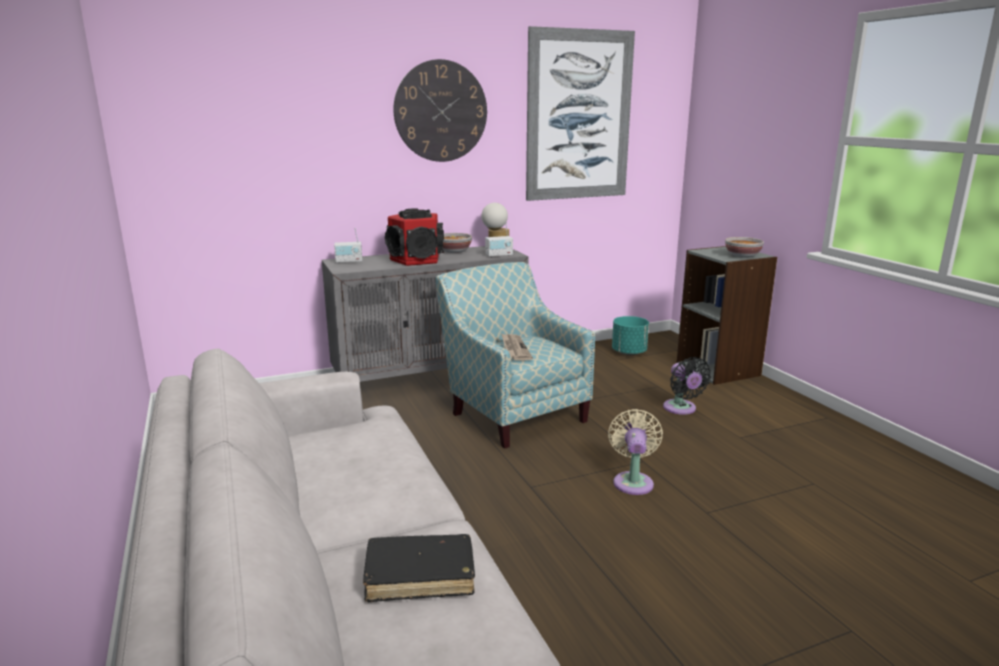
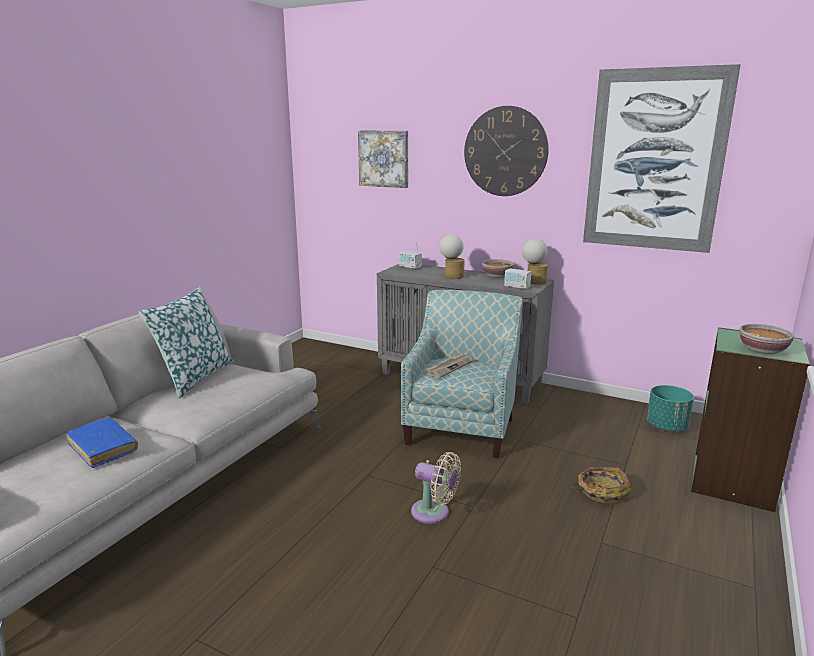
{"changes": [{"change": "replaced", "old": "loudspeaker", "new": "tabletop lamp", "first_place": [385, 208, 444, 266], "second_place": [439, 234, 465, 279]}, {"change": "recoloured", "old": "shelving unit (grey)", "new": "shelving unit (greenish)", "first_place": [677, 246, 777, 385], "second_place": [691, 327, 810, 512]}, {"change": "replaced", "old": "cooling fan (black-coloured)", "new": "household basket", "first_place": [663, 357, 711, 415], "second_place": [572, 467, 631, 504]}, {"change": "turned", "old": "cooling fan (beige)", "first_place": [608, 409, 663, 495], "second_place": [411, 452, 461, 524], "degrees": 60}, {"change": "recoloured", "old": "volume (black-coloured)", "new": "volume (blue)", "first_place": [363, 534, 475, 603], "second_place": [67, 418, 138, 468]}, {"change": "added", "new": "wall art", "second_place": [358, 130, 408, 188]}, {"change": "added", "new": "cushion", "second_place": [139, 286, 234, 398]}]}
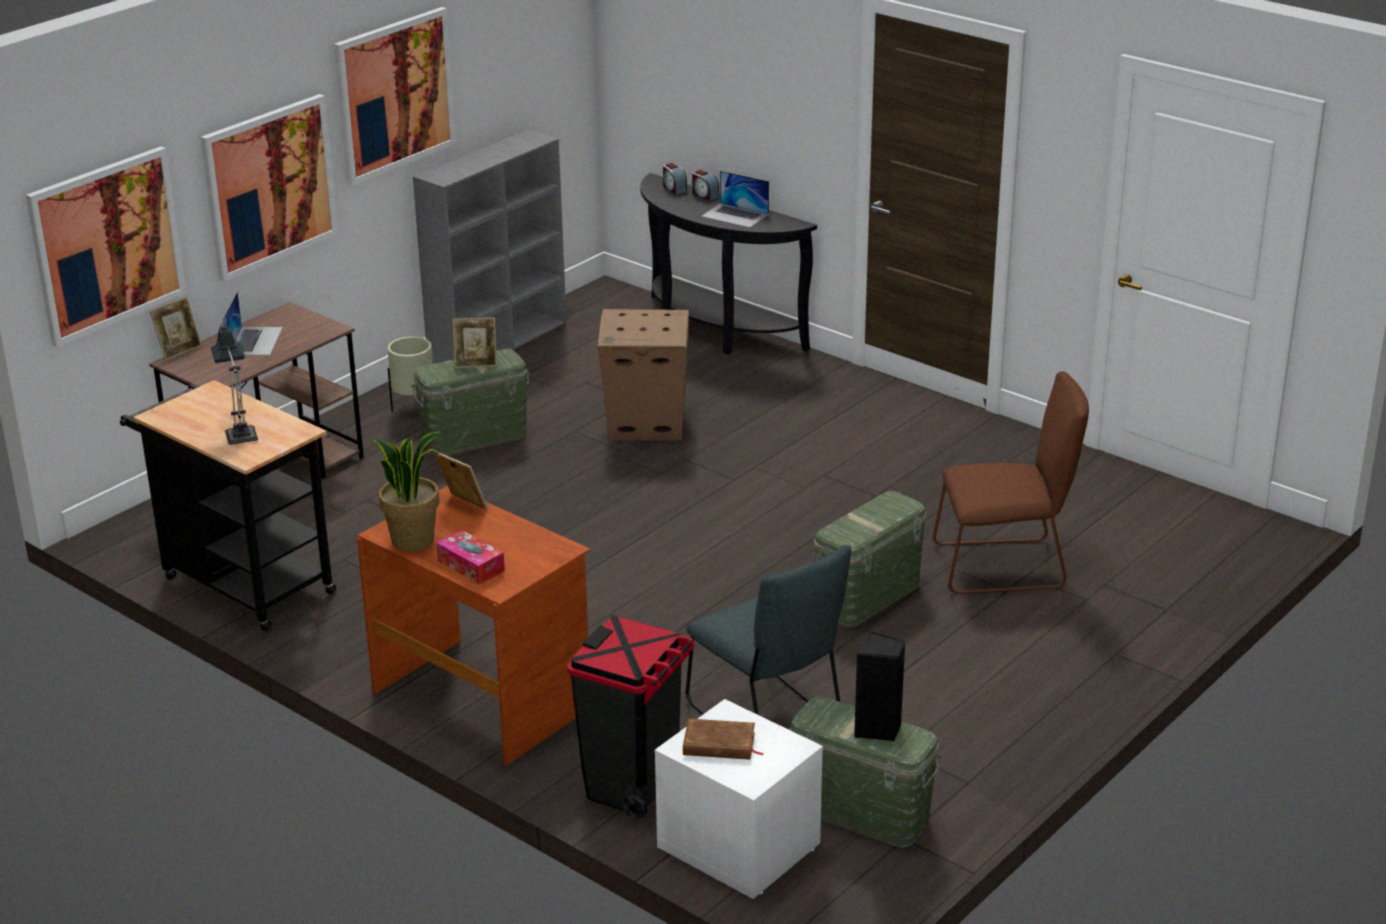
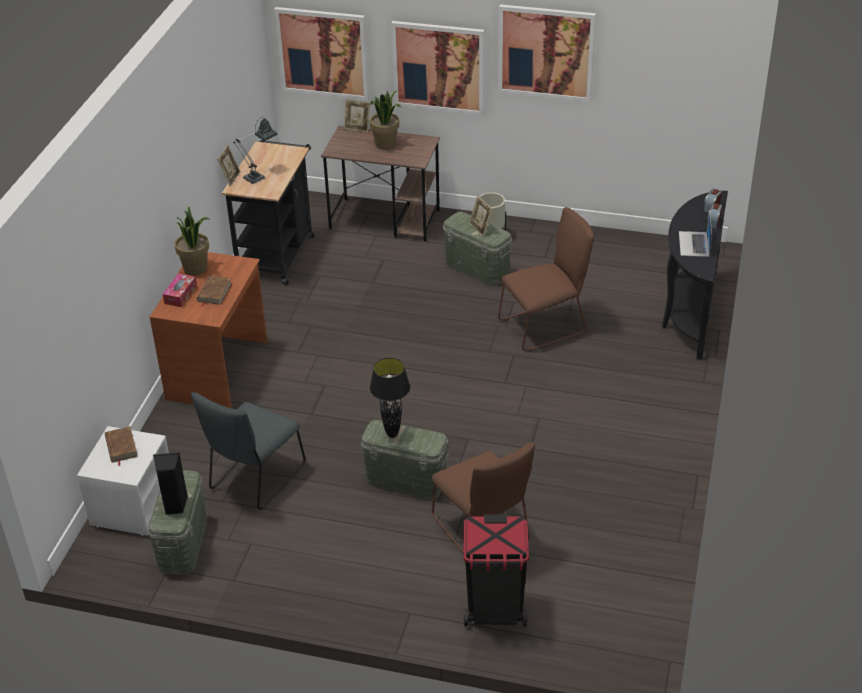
{"changes": [{"change": "removed", "old": "shelving unit (grey)", "first_place": [413, 129, 567, 364]}, {"change": "replaced", "old": "portable computer", "new": "plant in a pot", "first_place": [223, 292, 283, 356], "second_place": [369, 90, 401, 150]}, {"change": "replaced", "old": "packing box", "new": "upright chair (brown)", "first_place": [597, 309, 689, 441], "second_place": [498, 207, 594, 351]}, {"change": "moved", "old": "photo frame", "first_place": [434, 453, 488, 510], "second_place": [217, 145, 240, 187]}, {"change": "moved", "old": "rubbish bin (black-coloured)", "first_place": [567, 616, 695, 819], "second_place": [464, 515, 529, 627]}, {"change": "added", "new": "volume (brown)", "second_place": [197, 276, 232, 307]}, {"change": "added", "new": "tabletop lamp (black-coloured)", "second_place": [370, 358, 410, 438]}]}
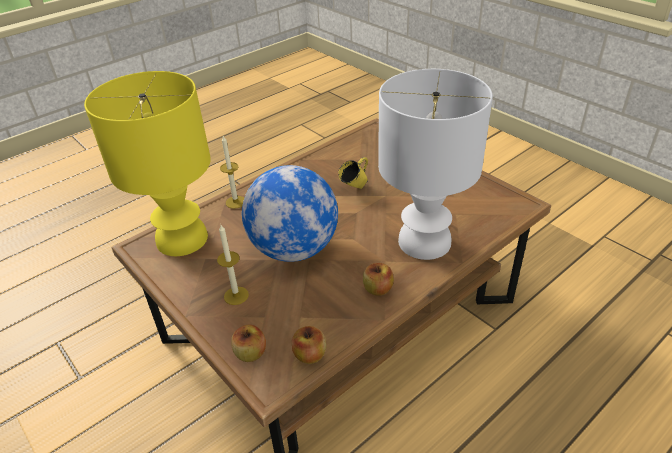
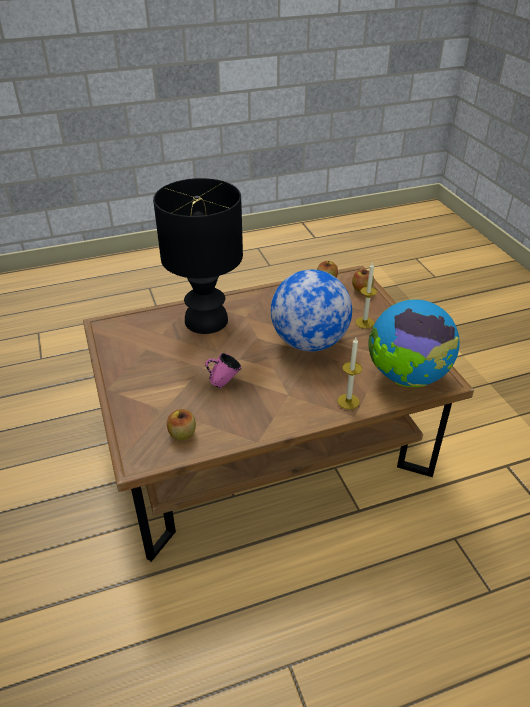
{"changes": [{"change": "recoloured", "old": "tabletop lamp (white)", "new": "tabletop lamp (black-coloured)", "first_place": [378, 69, 493, 260], "second_place": [153, 178, 243, 334]}, {"change": "replaced", "old": "tabletop lamp (yellow-coloured)", "new": "globe", "first_place": [84, 71, 211, 256], "second_place": [369, 299, 460, 387]}, {"change": "recoloured", "old": "coffee mug (yellow-coloured)", "new": "coffee mug (pink)", "first_place": [338, 157, 368, 189], "second_place": [205, 353, 241, 388]}, {"change": "moved", "old": "apple fruit", "first_place": [363, 263, 394, 296], "second_place": [167, 409, 196, 440]}]}
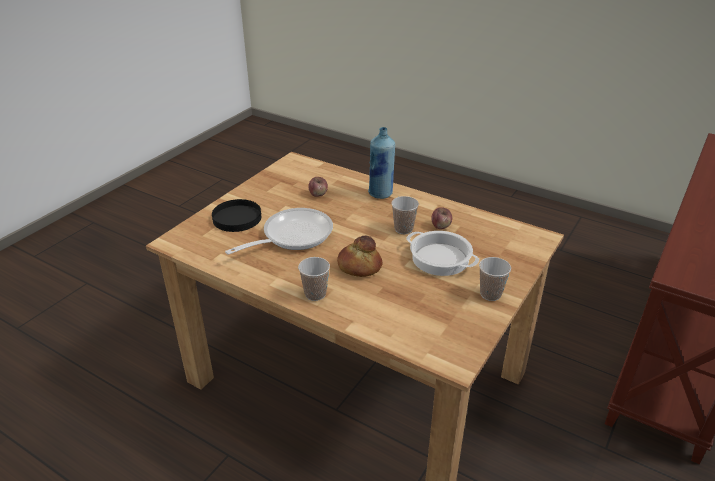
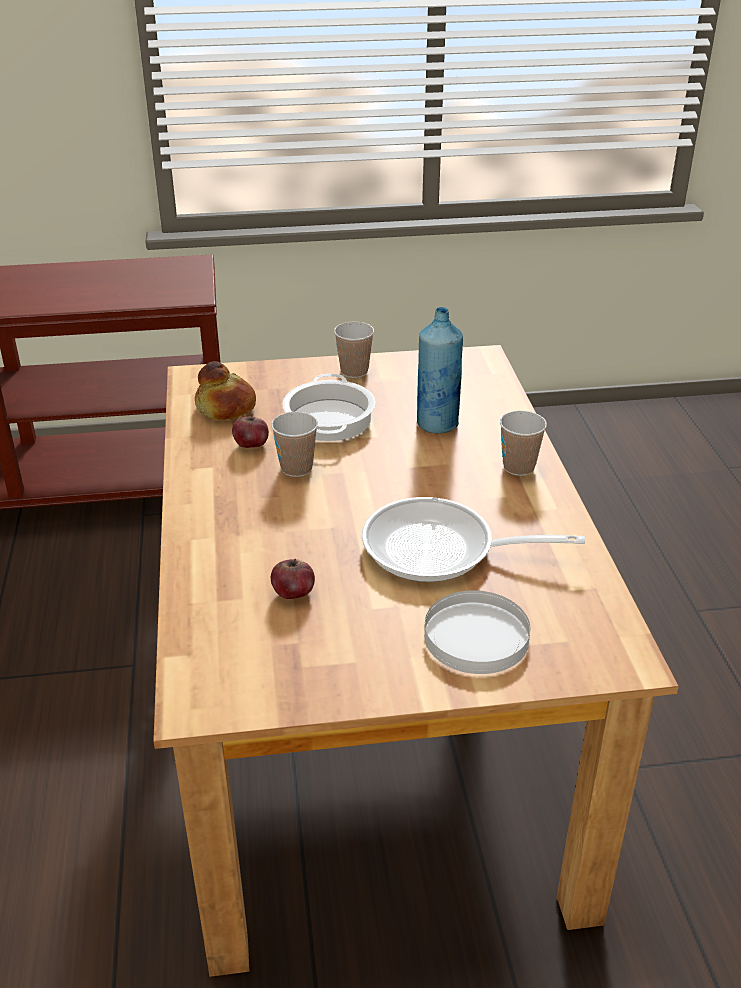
{"changes": [{"change": "moved", "old": "bottle (blue)", "first_place": [368, 127, 395, 199], "second_place": [417, 307, 463, 434]}, {"change": "recoloured", "old": "dinner plate (black-coloured)", "new": "dinner plate (white)", "first_place": [212, 199, 261, 232], "second_place": [424, 590, 530, 674]}, {"change": "moved", "old": "baked bread", "first_place": [337, 236, 383, 277], "second_place": [195, 361, 256, 420]}]}
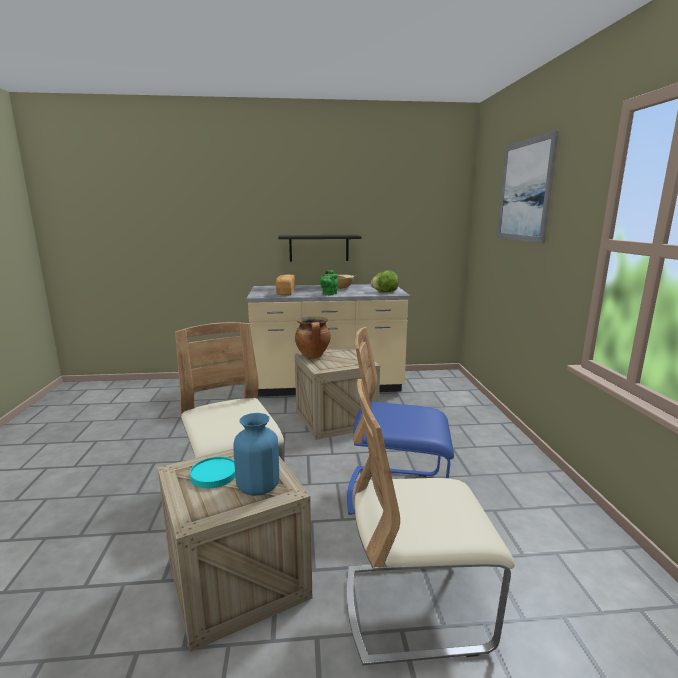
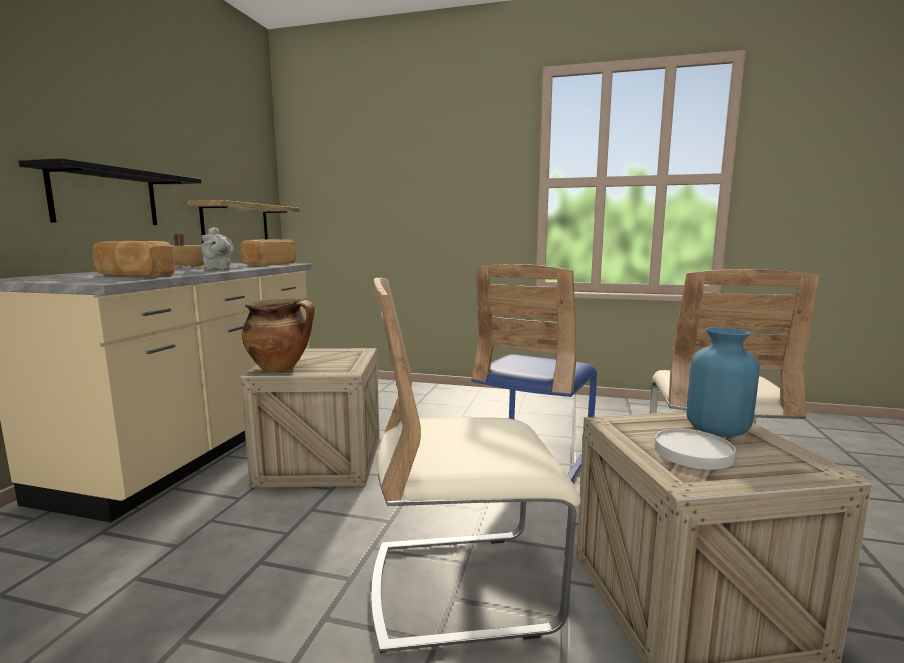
{"changes": [{"change": "removed", "old": "wall art", "first_place": [497, 130, 559, 243]}, {"change": "recoloured", "old": "tea pot (greenish)", "new": "tea pot (grey)", "first_place": [320, 270, 338, 295], "second_place": [201, 227, 234, 271]}, {"change": "replaced", "old": "lettuce", "new": "baked bread", "first_place": [371, 270, 398, 292], "second_place": [241, 239, 296, 266]}, {"change": "recoloured", "old": "dinner plate (turquoise-coloured)", "new": "dinner plate (white)", "first_place": [190, 457, 235, 488], "second_place": [655, 429, 736, 470]}, {"change": "added", "new": "wall shelf", "second_place": [187, 200, 300, 243]}]}
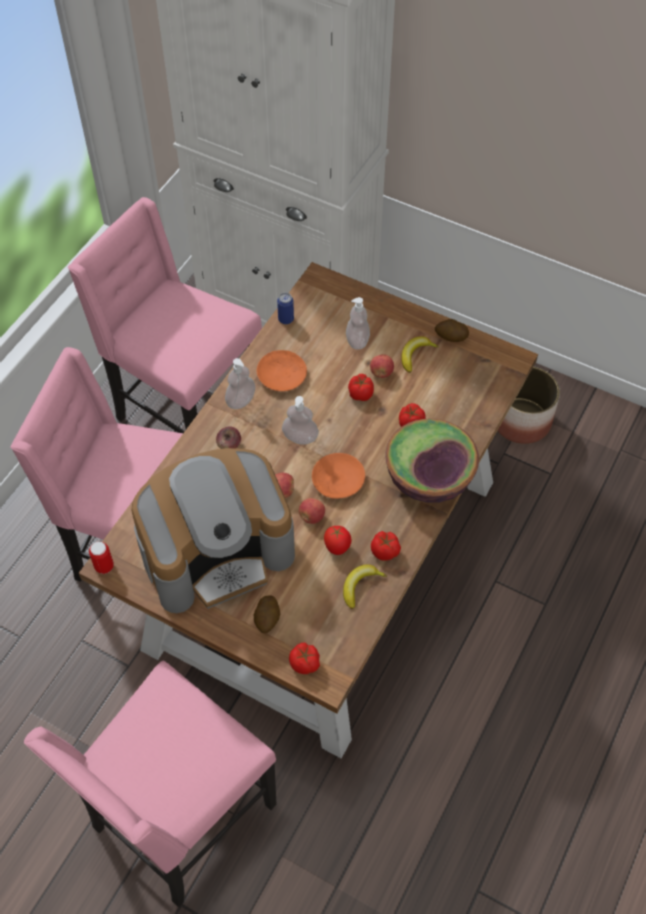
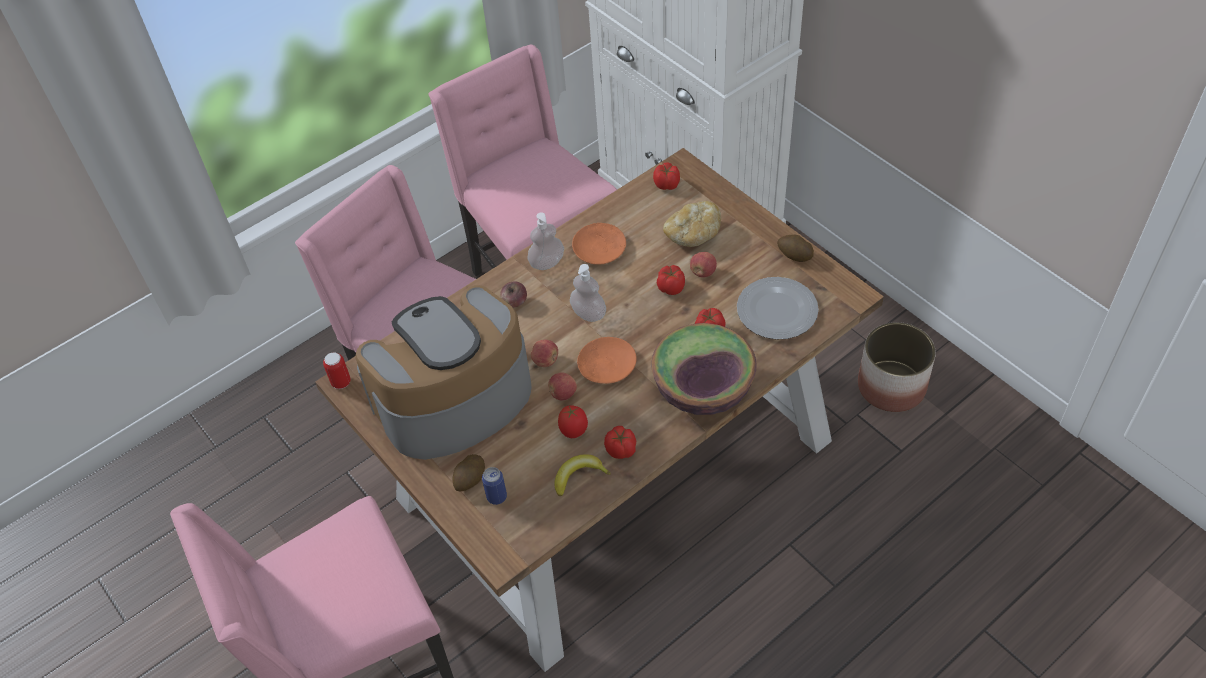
{"changes": [{"change": "moved", "old": "sealed can", "first_place": [277, 293, 294, 324], "second_place": [482, 467, 507, 505]}, {"change": "replaced", "old": "soap bottle", "new": "baked bread", "first_place": [346, 297, 370, 349], "second_place": [663, 201, 721, 247]}, {"change": "removed", "old": "banana fruit", "first_place": [401, 336, 439, 373]}, {"change": "turned", "old": "coffee maker", "first_place": [131, 448, 295, 613], "second_place": [355, 285, 532, 460], "degrees": 150}, {"change": "moved", "old": "whole tomato", "first_place": [289, 643, 320, 674], "second_place": [653, 162, 680, 190]}, {"change": "added", "new": "dinner plate", "second_place": [737, 277, 819, 339]}]}
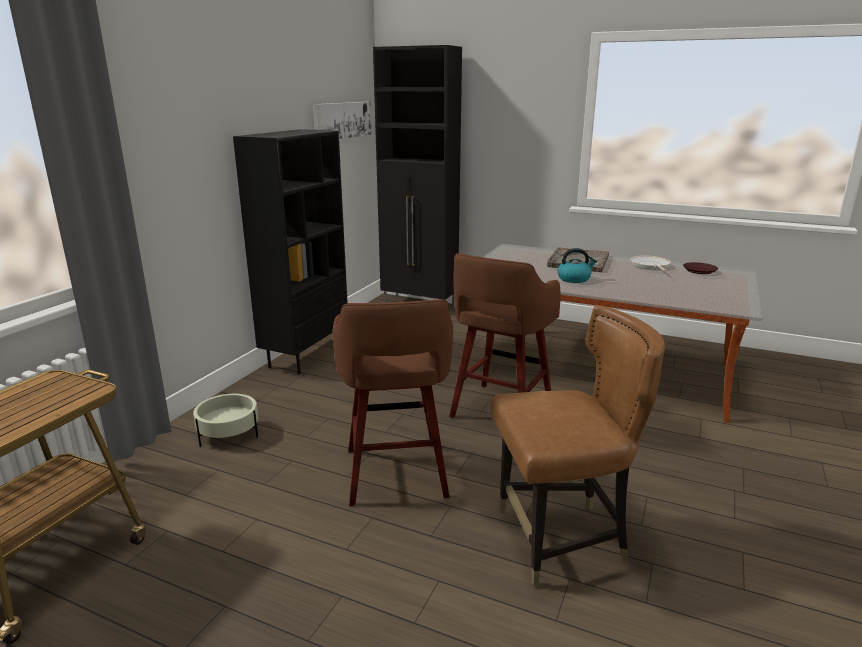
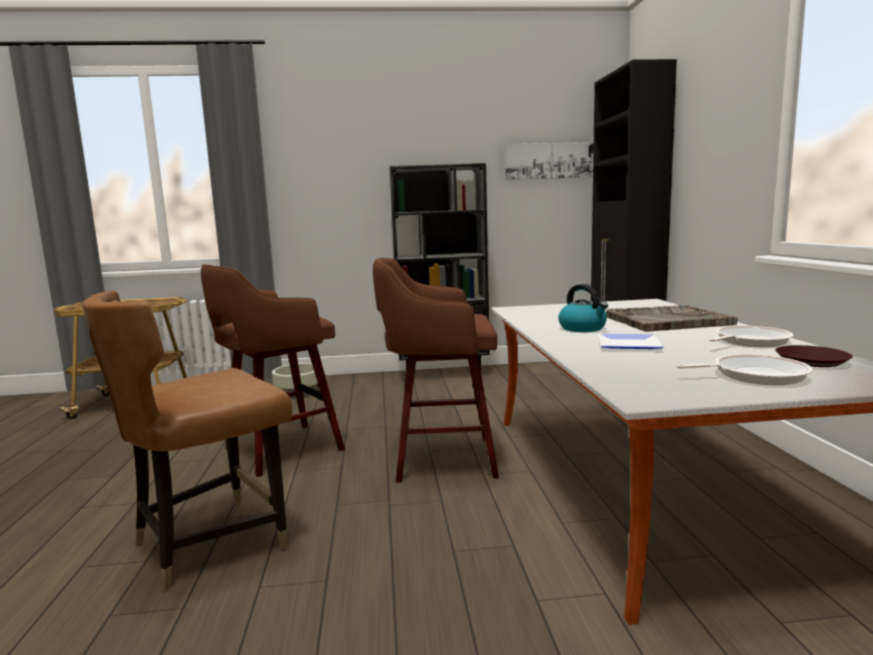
{"changes": [{"change": "turned", "old": "upright chair (brown)", "first_place": [491, 305, 665, 587], "second_place": [82, 290, 292, 591], "degrees": 90}, {"change": "added", "new": "dinner plate", "second_place": [598, 334, 664, 349]}, {"change": "added", "new": "pan", "second_place": [676, 354, 813, 385]}]}
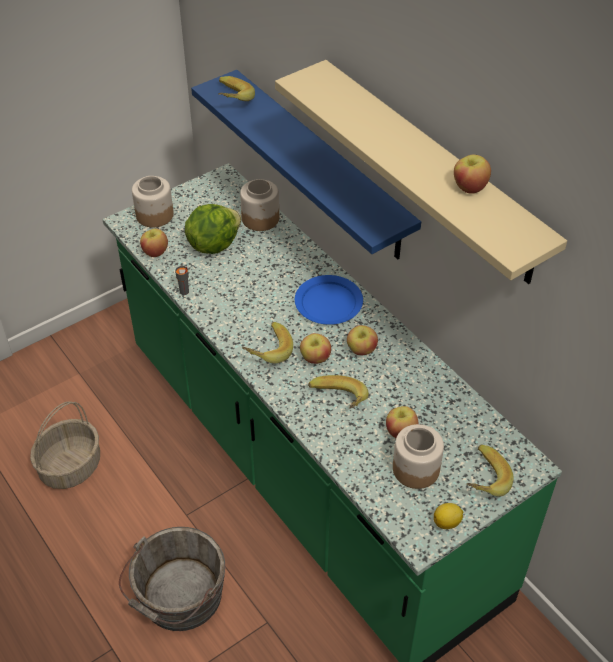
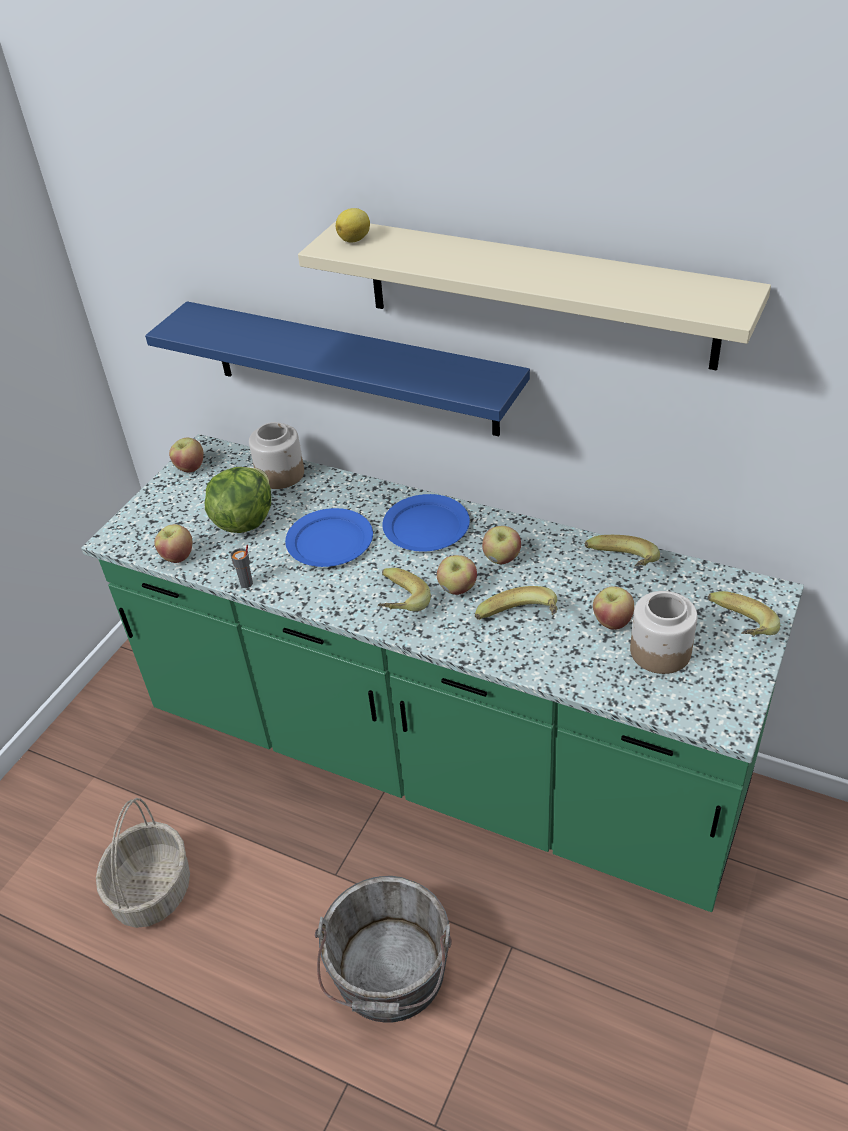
{"changes": [{"change": "moved", "old": "banana fruit", "first_place": [218, 76, 255, 101], "second_place": [585, 535, 660, 566]}, {"change": "moved", "old": "apple fruit", "first_place": [454, 155, 491, 194], "second_place": [169, 437, 204, 473]}, {"change": "removed", "old": "preserve jar", "first_place": [132, 176, 174, 228]}, {"change": "moved", "old": "whole lemon", "first_place": [434, 503, 463, 529], "second_place": [336, 208, 370, 243]}, {"change": "added", "new": "dinner plate (blue)", "second_place": [285, 508, 373, 567]}]}
